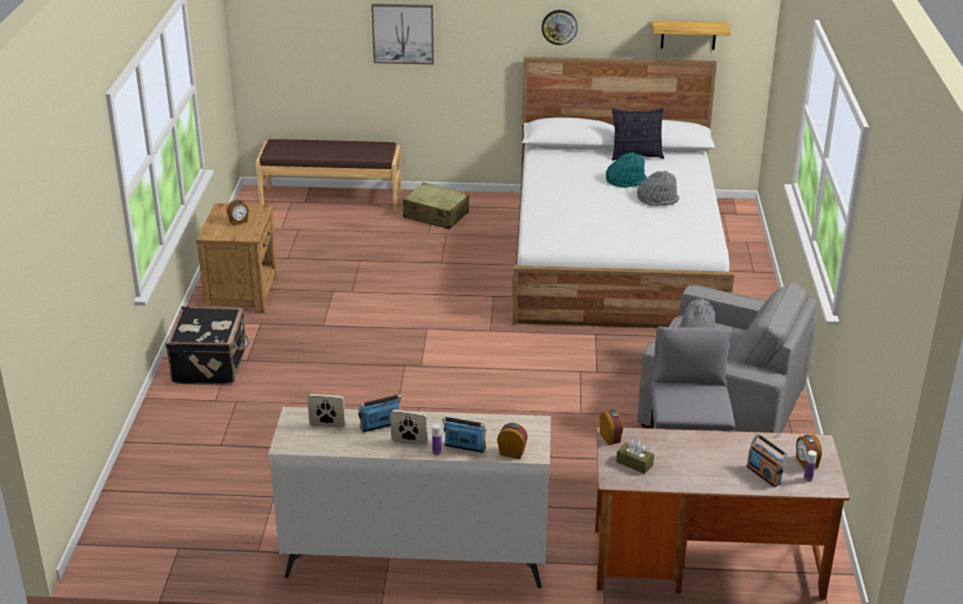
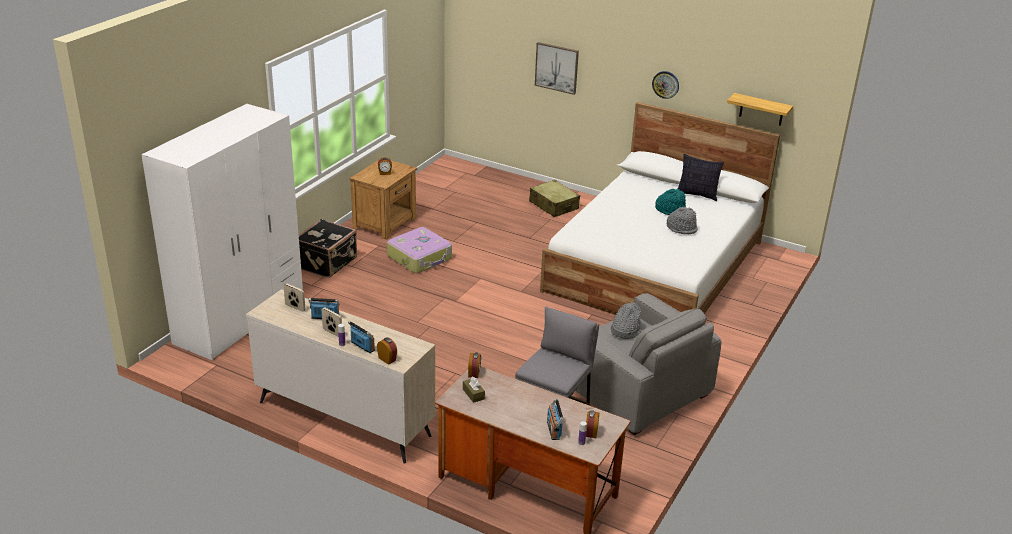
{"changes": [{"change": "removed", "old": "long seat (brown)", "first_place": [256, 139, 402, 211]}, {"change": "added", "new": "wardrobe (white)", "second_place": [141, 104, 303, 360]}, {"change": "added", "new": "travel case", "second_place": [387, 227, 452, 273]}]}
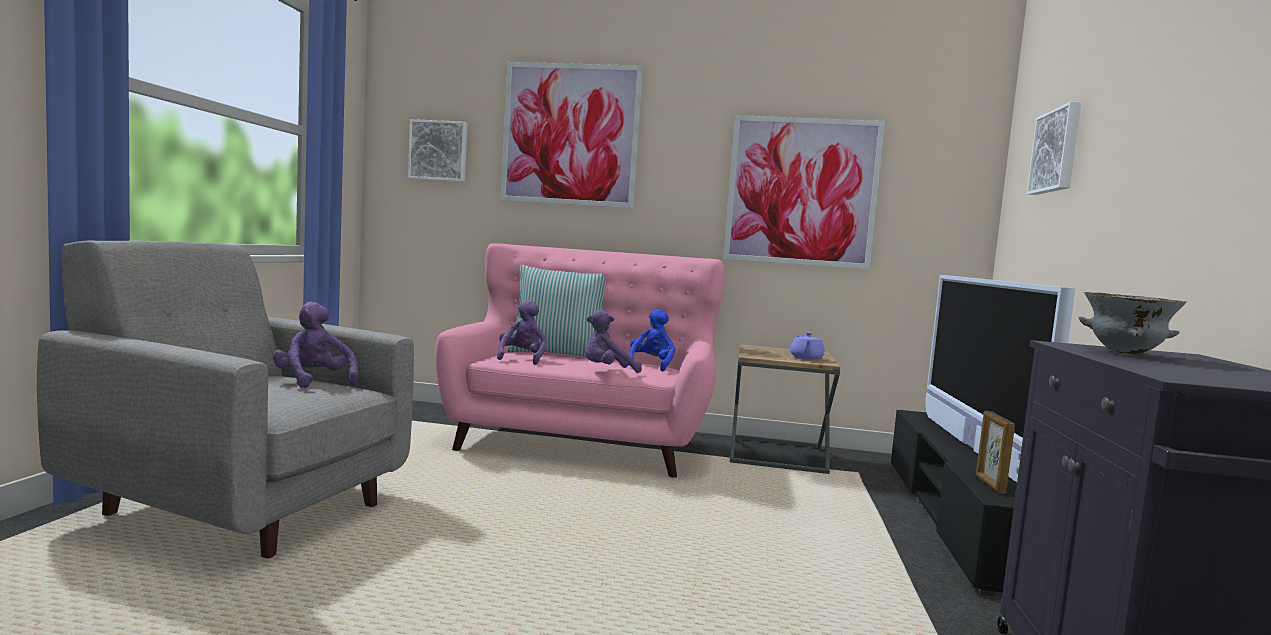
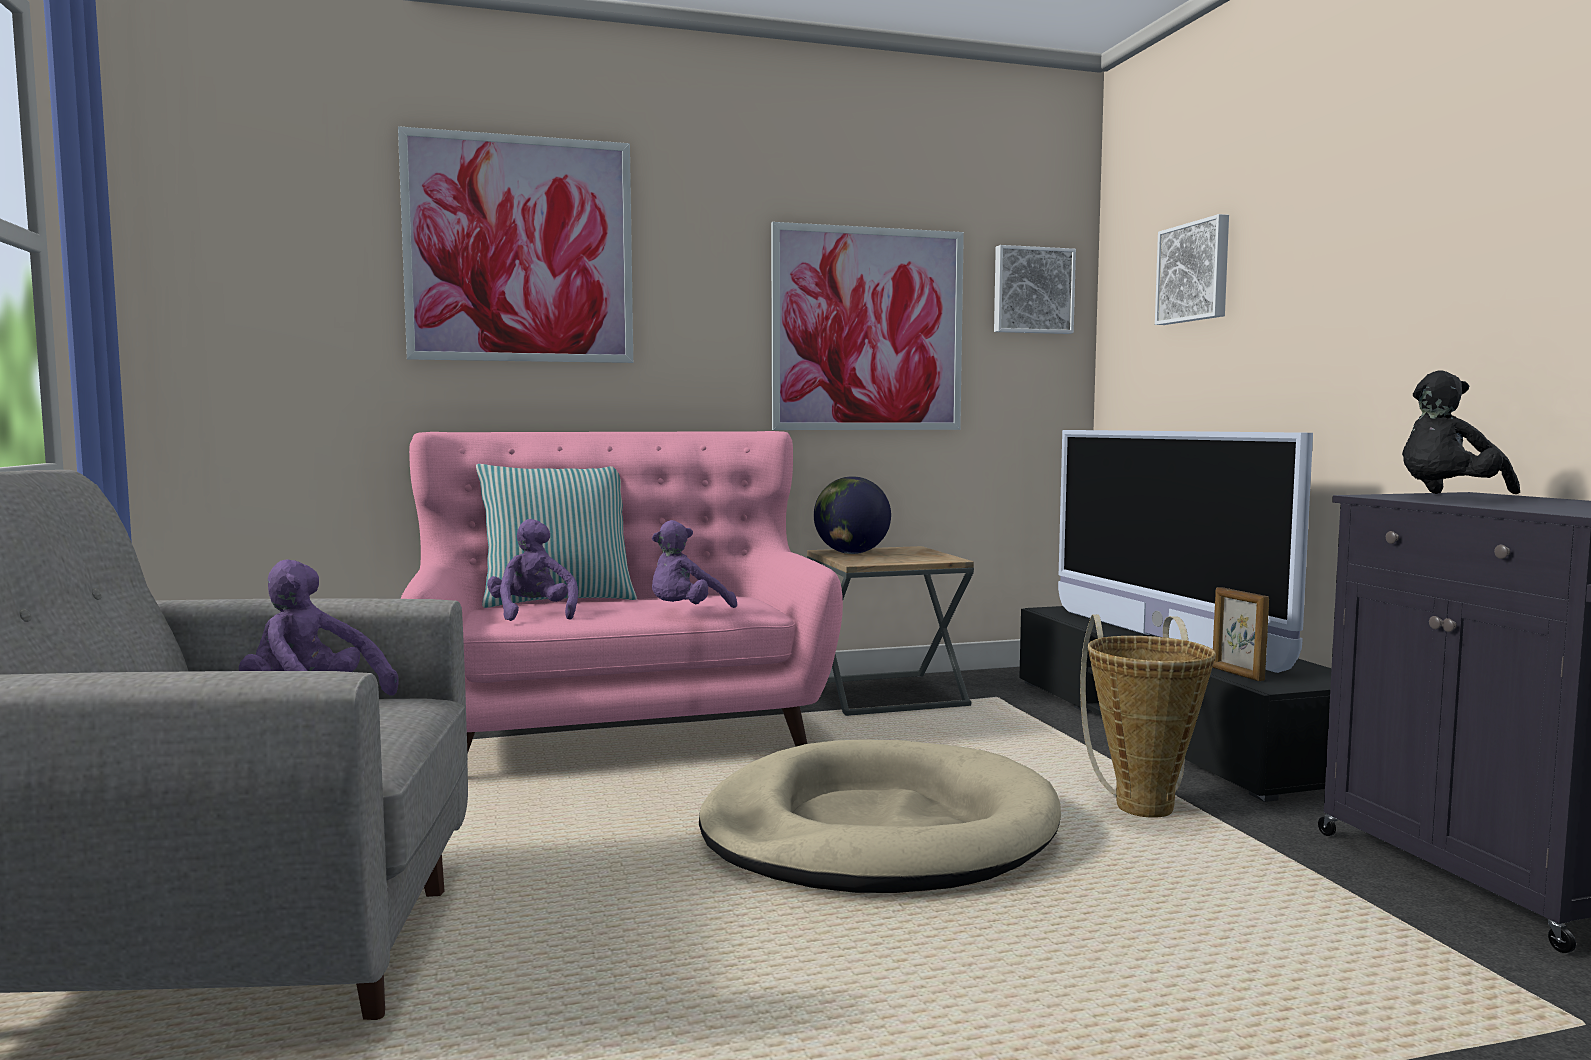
{"changes": [{"change": "moved", "old": "wall art", "first_place": [408, 119, 467, 182], "second_place": [994, 245, 1076, 334]}, {"change": "replaced", "old": "serving bowl (grey)", "new": "soft toy (black-coloured)", "first_place": [1079, 292, 1186, 354], "second_place": [1402, 371, 1520, 495]}, {"change": "removed", "old": "soft toy (blue)", "first_place": [628, 309, 675, 372]}, {"change": "removed", "old": "tea pot (purplish)", "first_place": [790, 332, 825, 360]}, {"change": "added", "new": "globe", "second_place": [814, 477, 891, 554]}, {"change": "added", "new": "household basket", "second_place": [1080, 614, 1216, 818]}, {"change": "added", "new": "pet bed (beige)", "second_place": [699, 739, 1061, 893]}]}
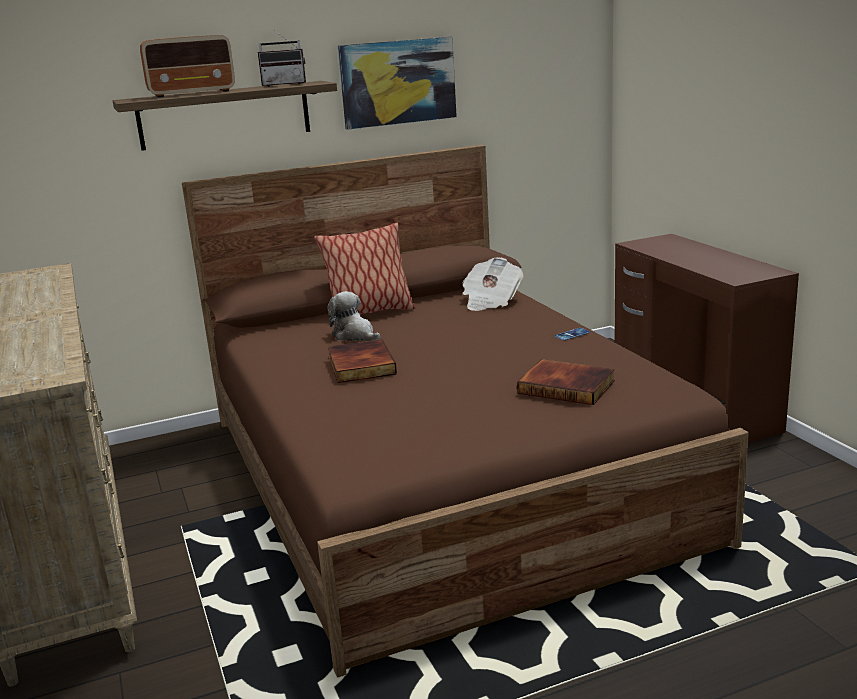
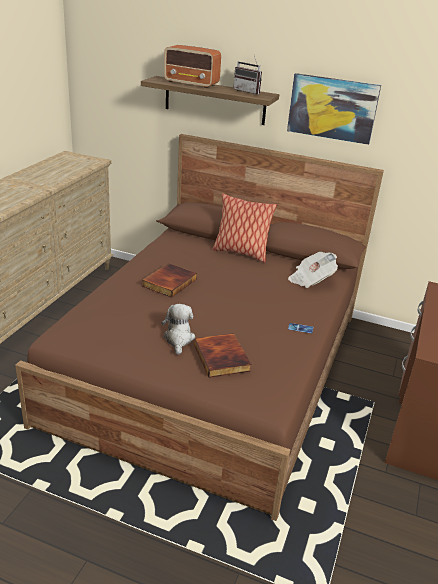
{"changes": [{"change": "moved", "old": "soft toy", "first_place": [327, 291, 380, 341], "second_place": [162, 304, 195, 355]}]}
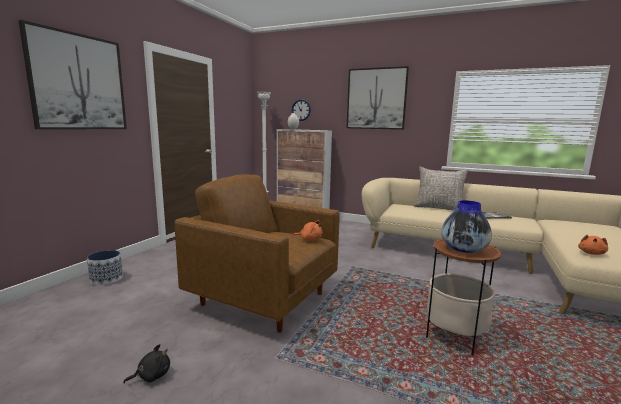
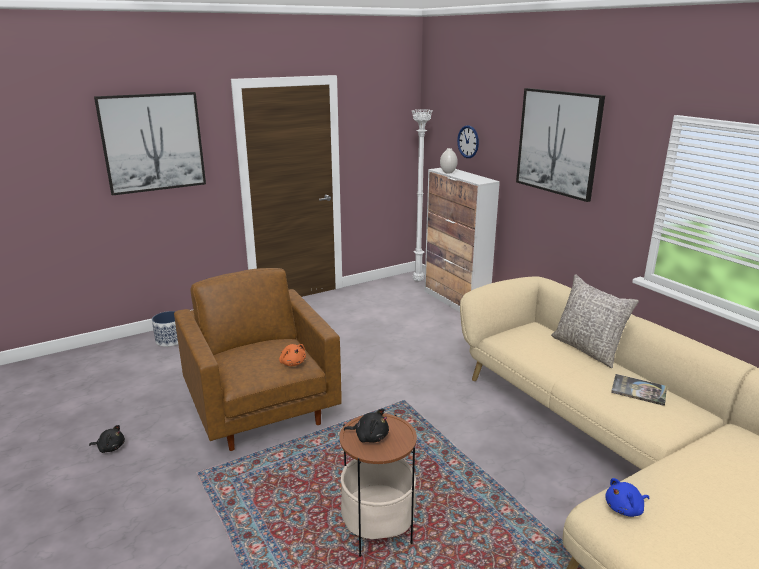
{"changes": [{"change": "replaced", "old": "decorative vase", "new": "soft toy (black-coloured)", "first_place": [441, 200, 492, 253], "second_place": [344, 409, 389, 443]}, {"change": "recoloured", "old": "soft toy (orange-coloured)", "new": "soft toy (blue)", "first_place": [578, 235, 608, 255], "second_place": [605, 478, 649, 517]}]}
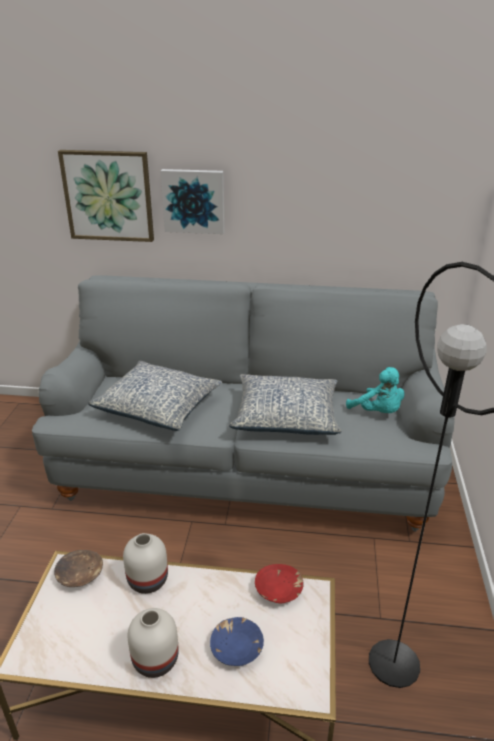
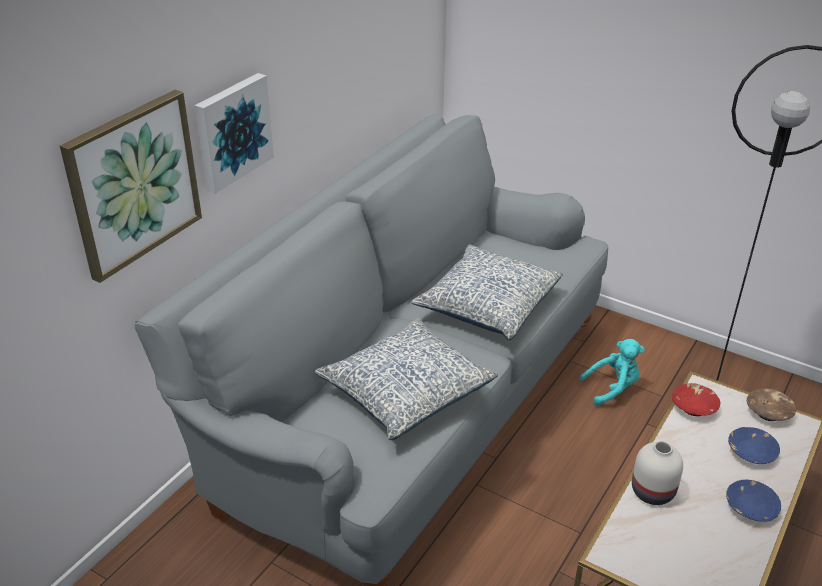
{"changes": [{"change": "moved", "old": "soft toy (turquoise-coloured)", "first_place": [346, 367, 405, 413], "second_place": [580, 339, 645, 406]}, {"change": "moved", "old": "serving bowl (brown)", "first_place": [54, 550, 103, 587], "second_place": [747, 388, 796, 421]}, {"change": "replaced", "old": "decorative vase (white)", "new": "serving bowl (blue)", "first_place": [128, 608, 179, 678], "second_place": [726, 480, 781, 522]}]}
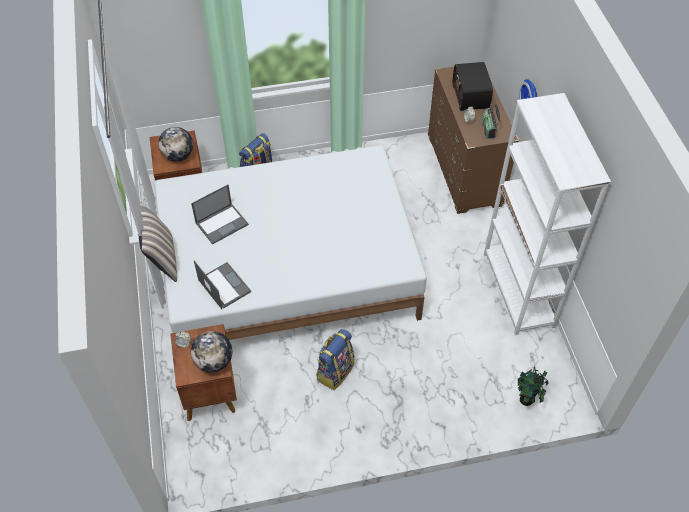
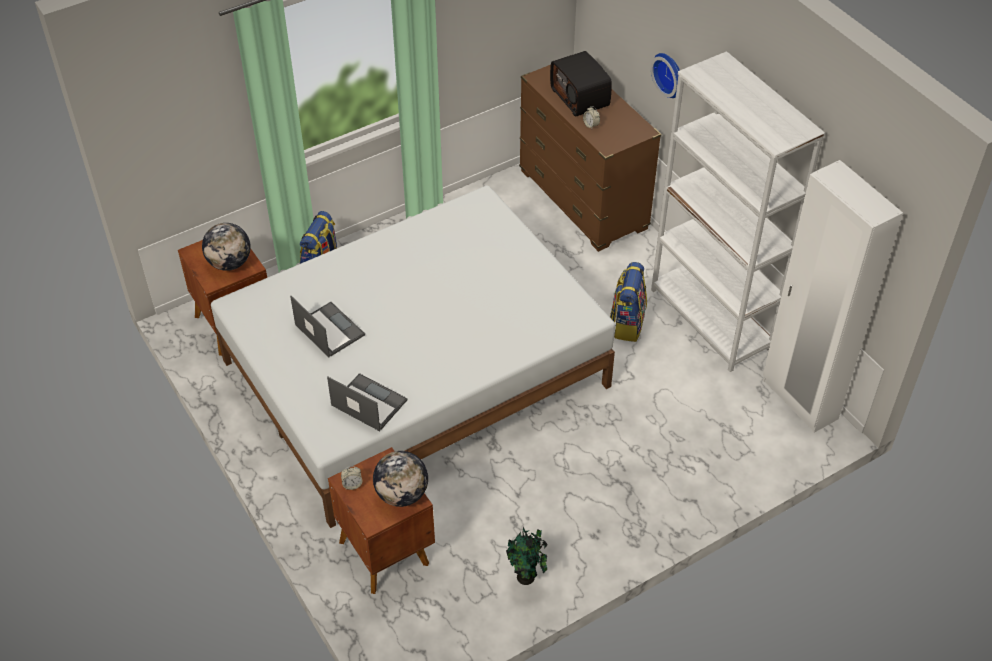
{"changes": [{"change": "removed", "old": "radio receiver", "first_place": [482, 103, 501, 139]}, {"change": "turned", "old": "portable computer", "first_place": [191, 185, 249, 244], "second_place": [290, 296, 365, 357], "degrees": -75}, {"change": "removed", "old": "cushion", "first_place": [138, 202, 177, 282]}, {"change": "moved", "old": "backpack", "first_place": [316, 329, 355, 390], "second_place": [610, 262, 647, 342]}, {"change": "moved", "old": "plant in a pot", "first_place": [518, 366, 549, 406], "second_place": [506, 527, 548, 585]}, {"change": "added", "new": "wardrobe (white)", "second_place": [763, 160, 903, 433]}]}
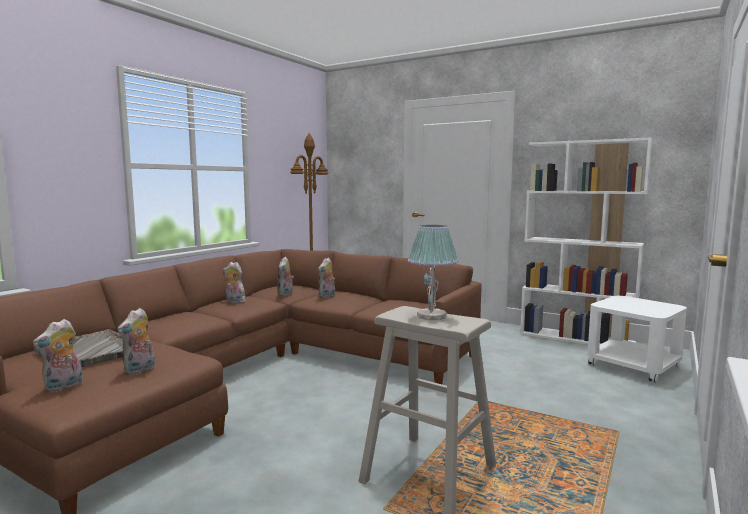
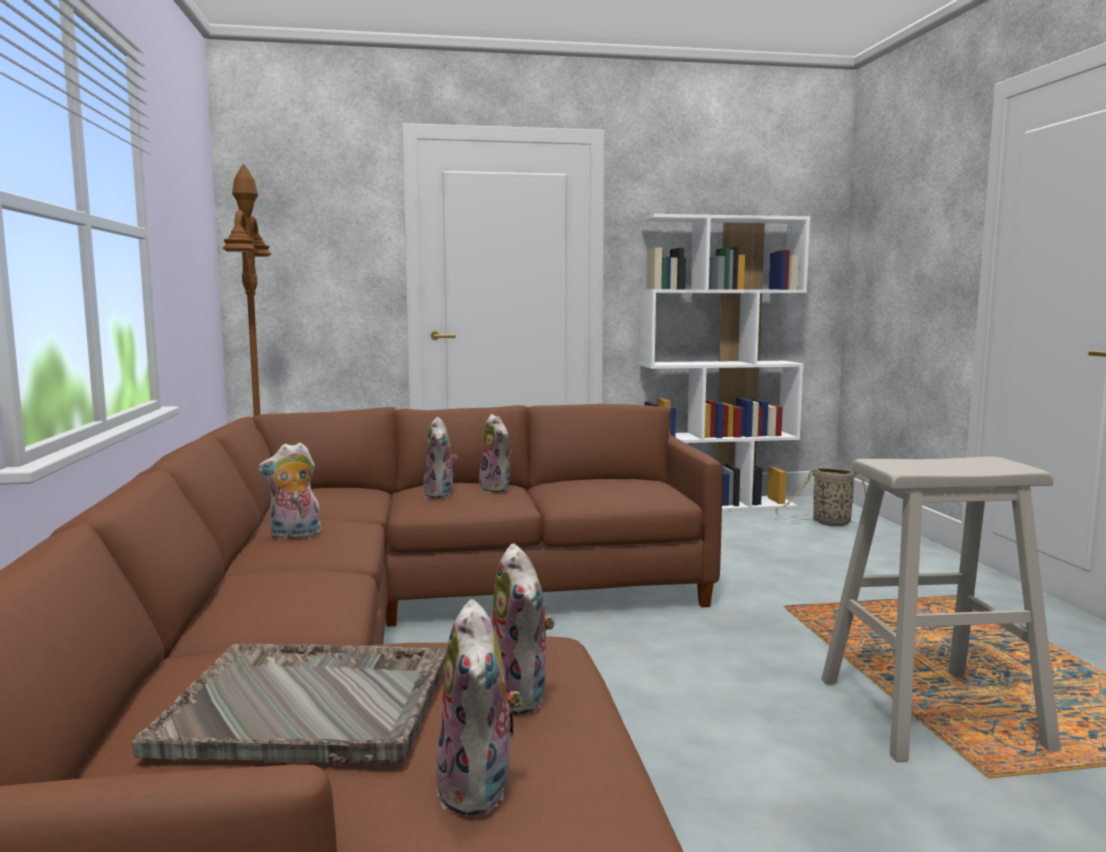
{"changes": [{"change": "removed", "old": "tabletop lamp", "first_place": [408, 225, 458, 320]}, {"change": "moved", "old": "soft toy", "first_place": [277, 257, 294, 296], "second_place": [479, 414, 512, 493]}, {"change": "replaced", "old": "accent table (white)", "new": "household basket", "first_place": [587, 296, 687, 383], "second_place": [775, 467, 866, 526]}]}
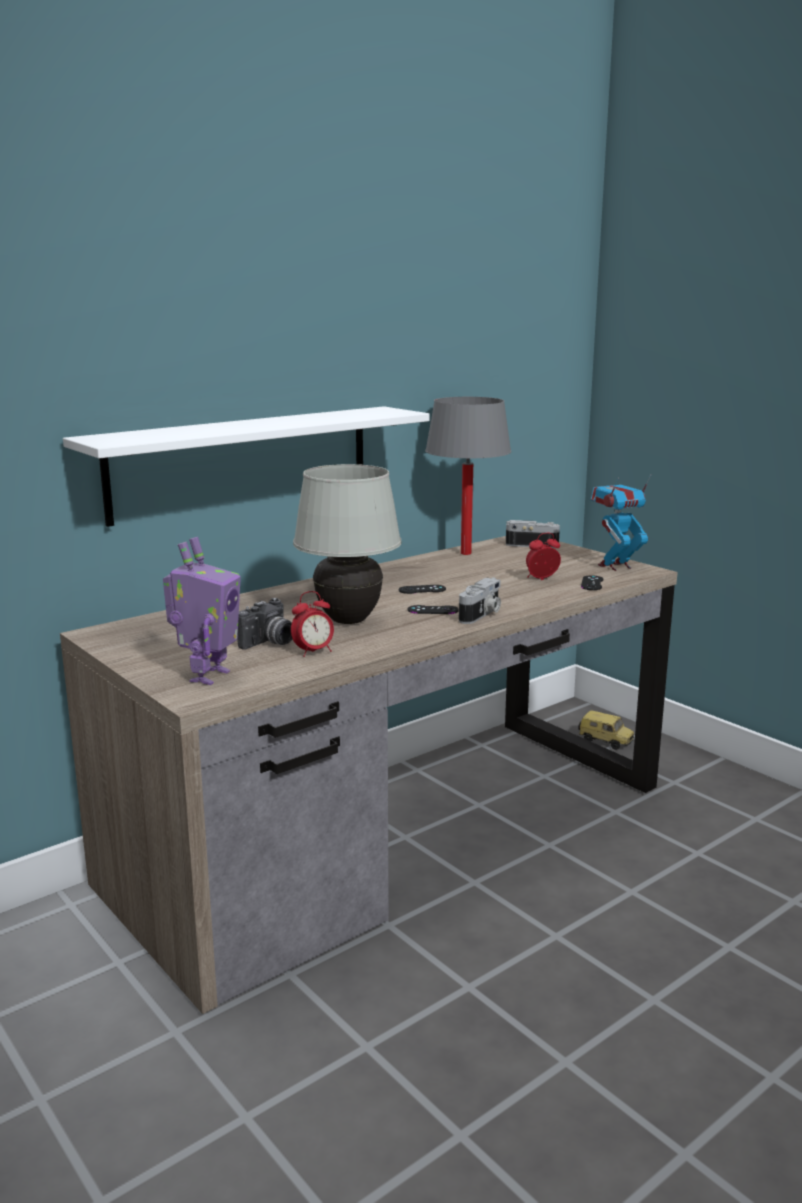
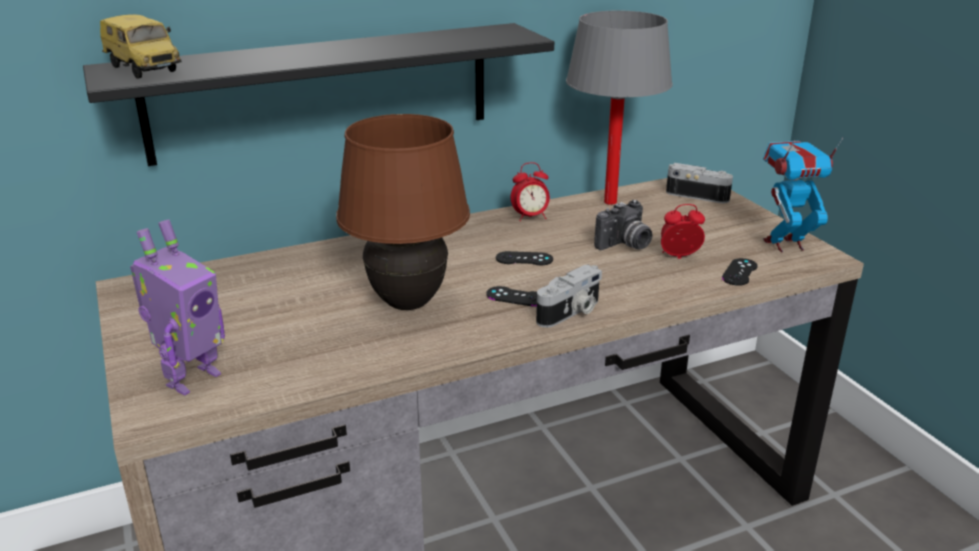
{"changes": [{"change": "recoloured", "old": "wall shelf (white)", "new": "wall shelf (black-coloured)", "first_place": [63, 406, 430, 527], "second_place": [83, 23, 554, 166]}, {"change": "recoloured", "old": "tabletop lamp (white)", "new": "tabletop lamp (brown)", "first_place": [293, 464, 401, 624], "second_place": [336, 114, 470, 310]}, {"change": "moved", "old": "alarm clock", "first_place": [291, 591, 334, 657], "second_place": [511, 162, 550, 221]}, {"change": "moved", "old": "photo camera", "first_place": [237, 598, 292, 650], "second_place": [594, 200, 653, 250]}, {"change": "moved", "old": "miniature car", "first_place": [578, 711, 634, 750], "second_place": [100, 14, 182, 79]}]}
